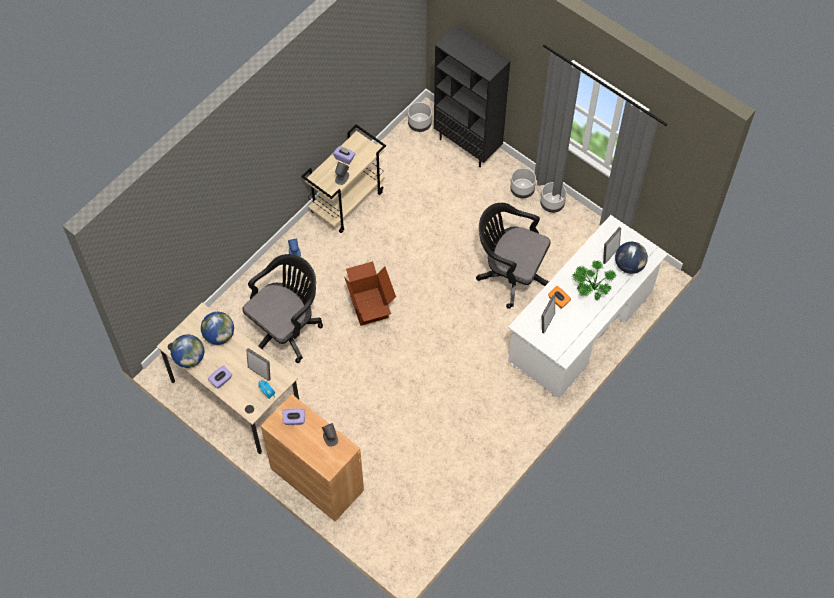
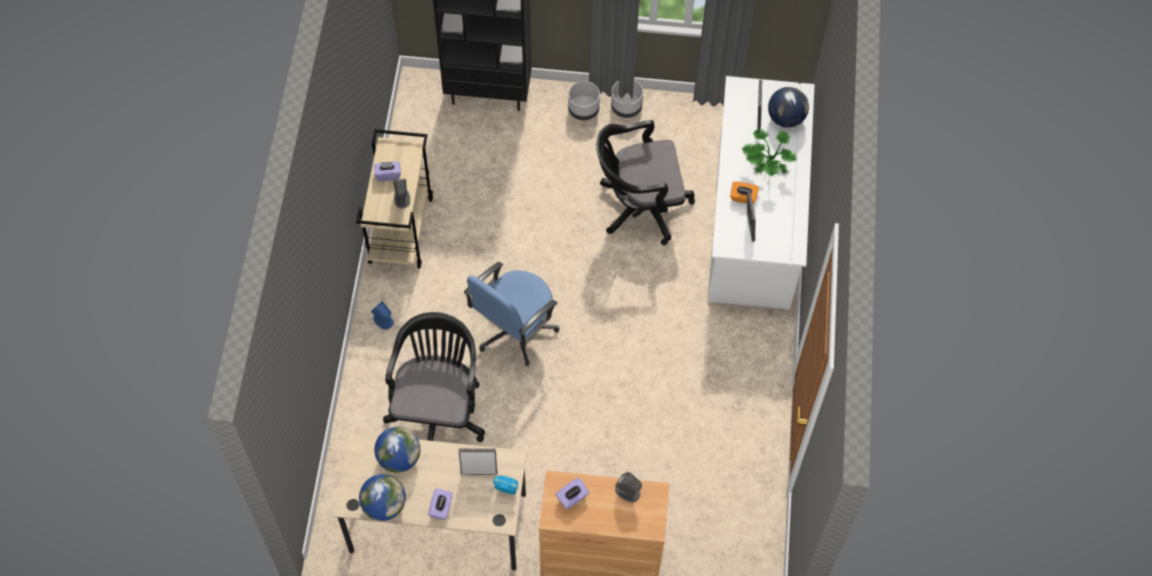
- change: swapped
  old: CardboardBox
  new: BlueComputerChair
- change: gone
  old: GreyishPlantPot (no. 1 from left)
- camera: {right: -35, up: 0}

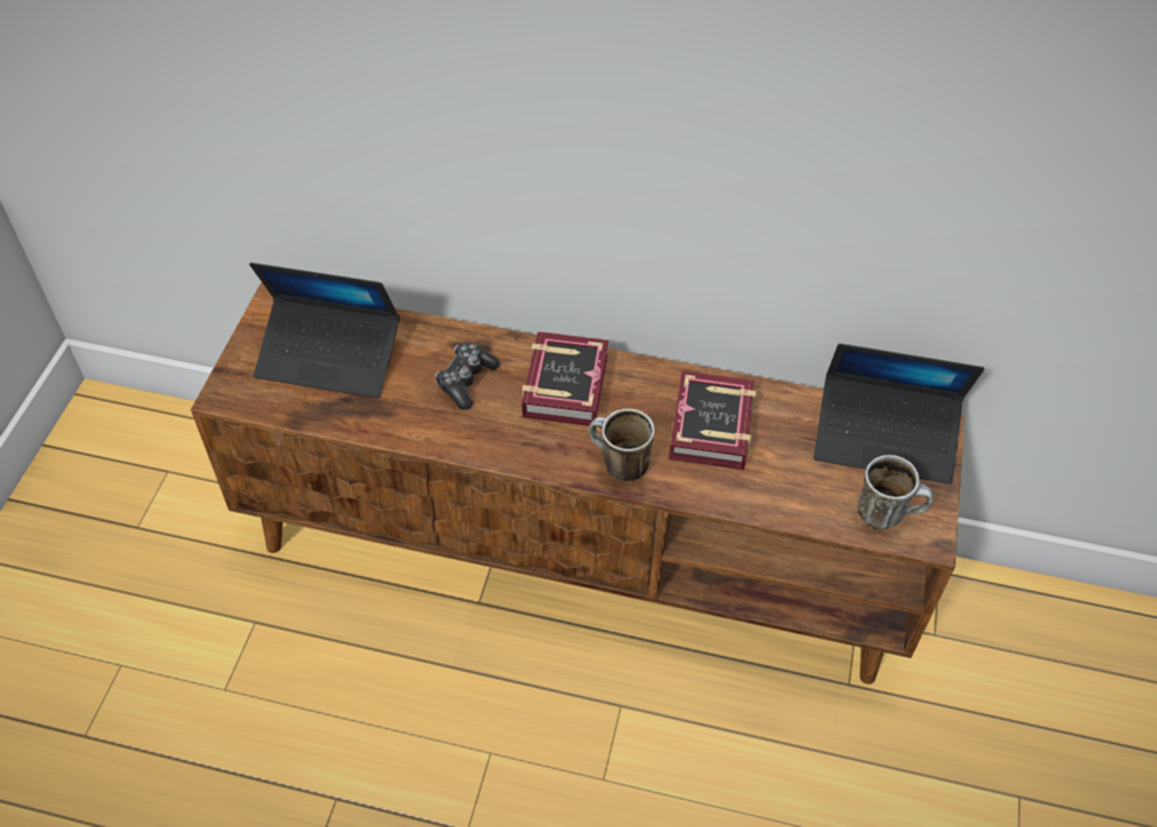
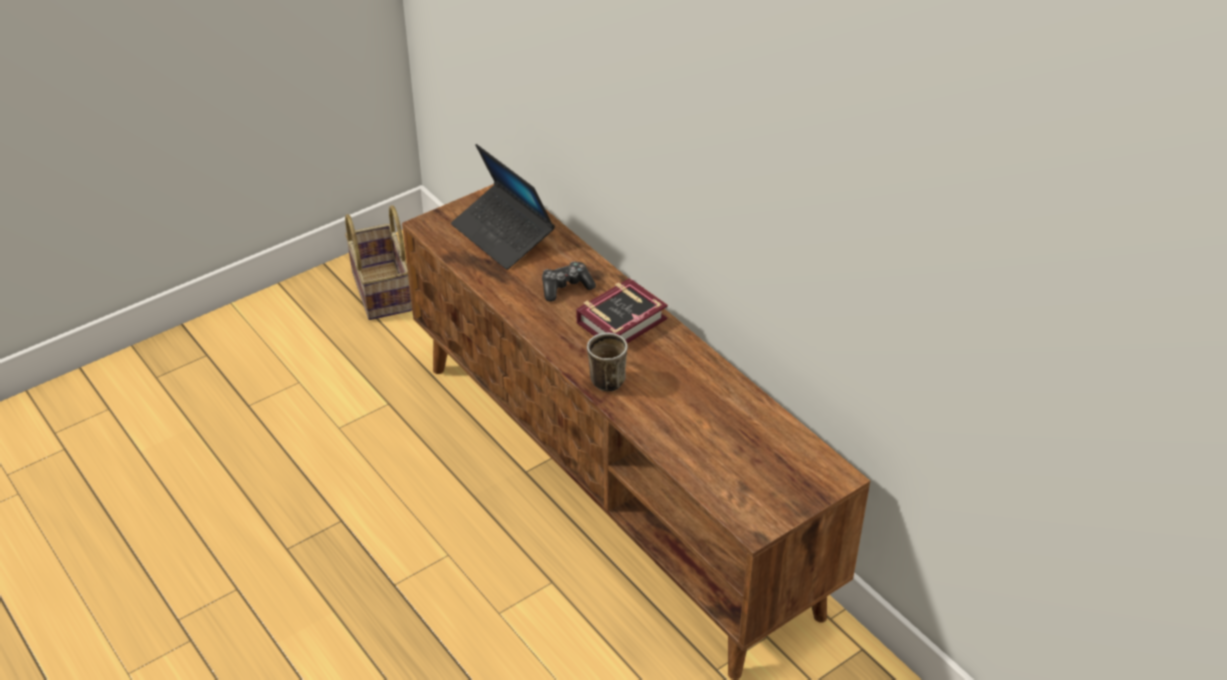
- change: new
  new: StorageBasket
- change: gone
  old: Volume (no. 2 from left)
- change: gone
  old: NotebookComputer (no. 2 from left)
- change: gone
  old: CoffeeMug (no. 2 from left)
- camera: {right: 40, up: -10}

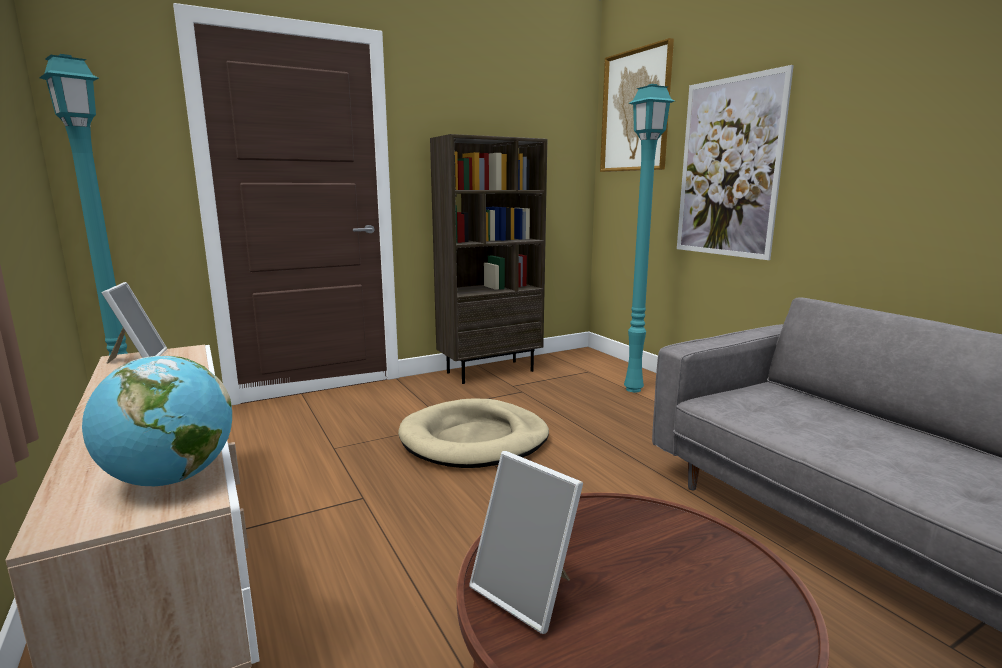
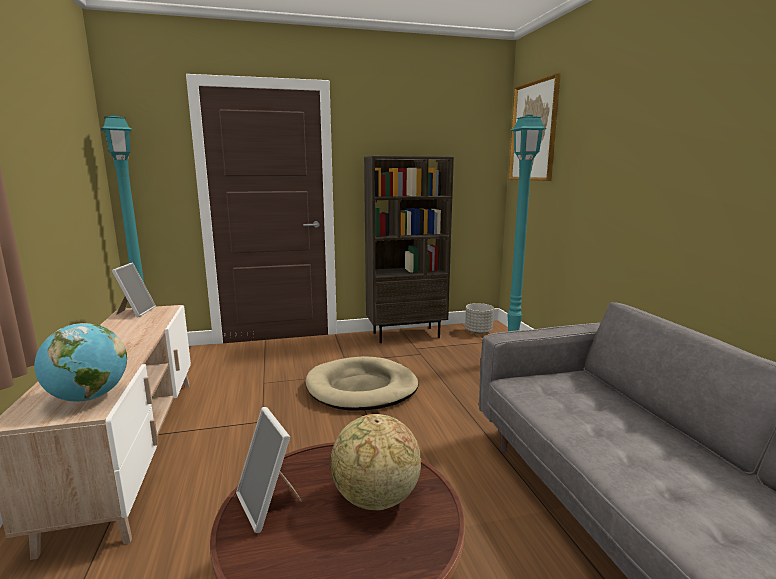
- change: new
  new: Globe (no. 2 from left)
- change: new
  new: GreyishPlantPot
- change: gone
  old: WallArt (no. 2 from left)
- camera: {right: 15, up: 0}

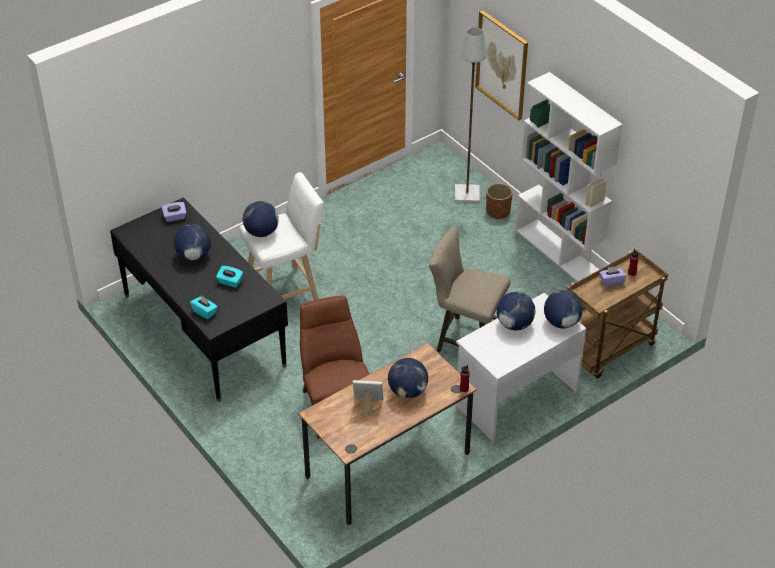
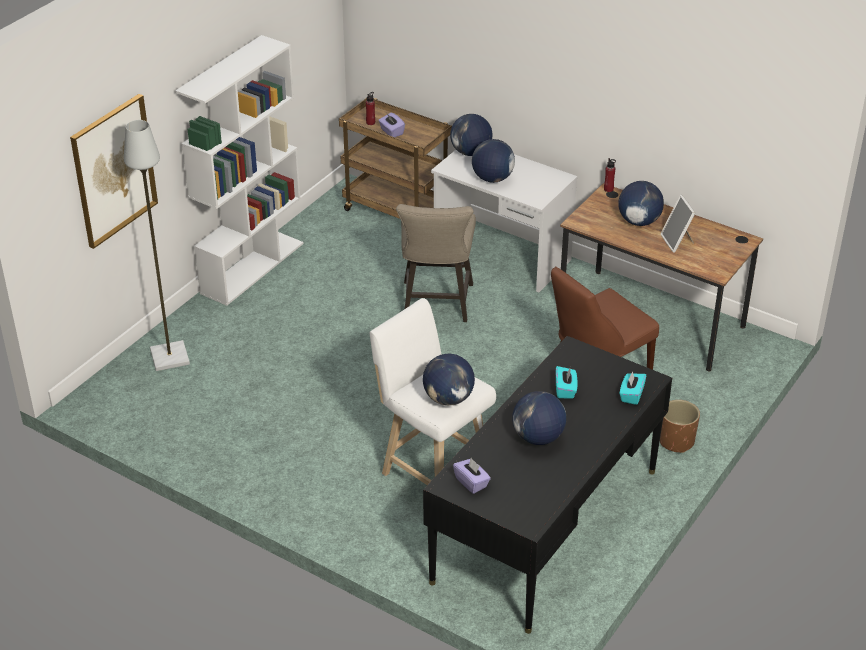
- change: shifted
  old: BrownColouredPlantPot
- camera: {right: -110, up: -5}

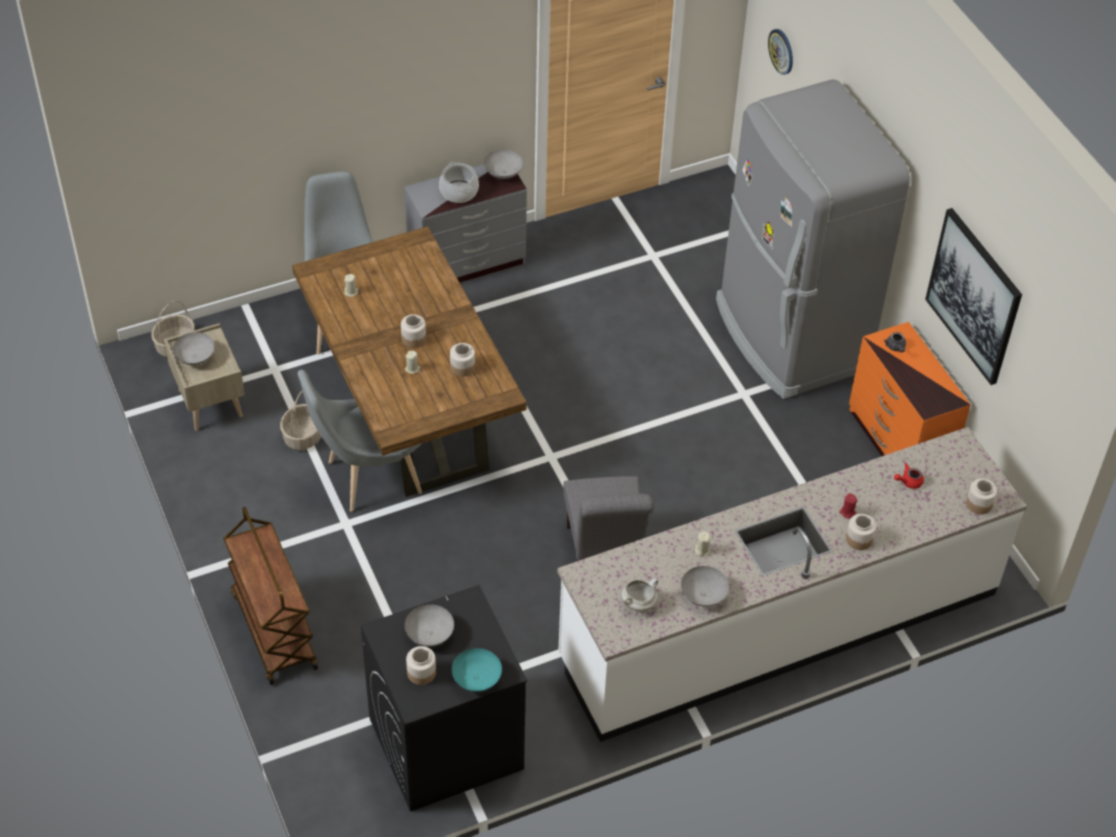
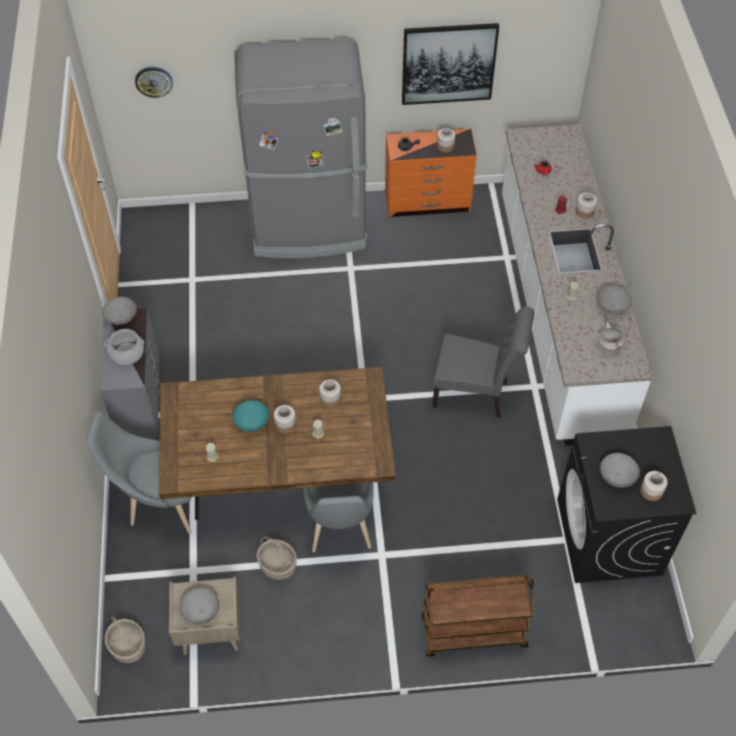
- change: shifted
  old: TurquoiseColouredBowl
- change: shifted
  old: PreserveJar (no. 5 from left in the first image)
  new: PreserveJar (no. 3 from left)
- camera: {right: -70, up: 5}

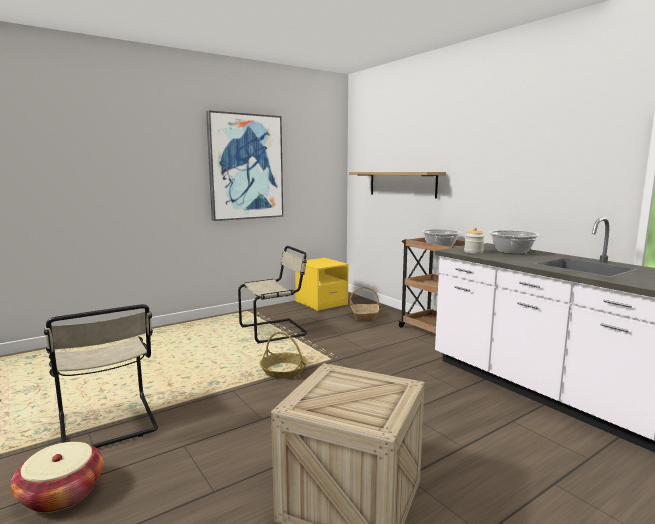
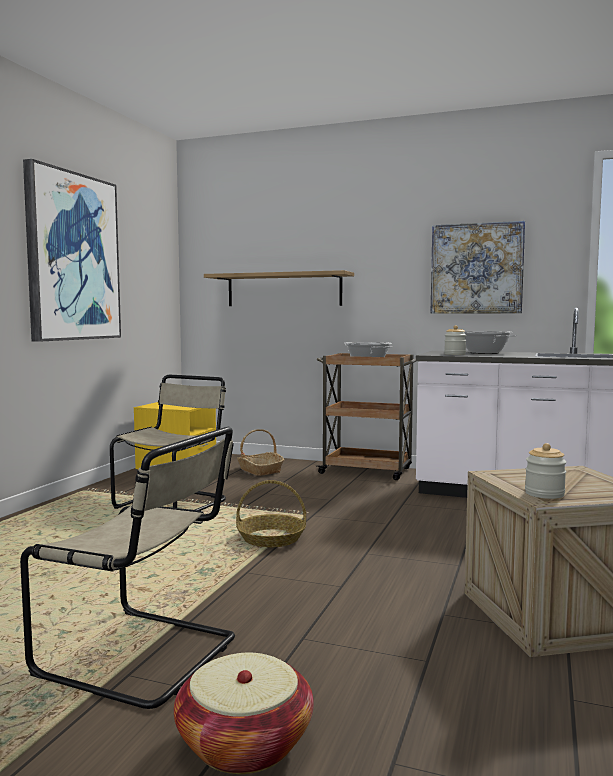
- change: new
  new: WallArt (no. 2 from left)
- change: new
  new: PreserveJar (no. 2 from left)
- camera: {right: -35, up: -5}

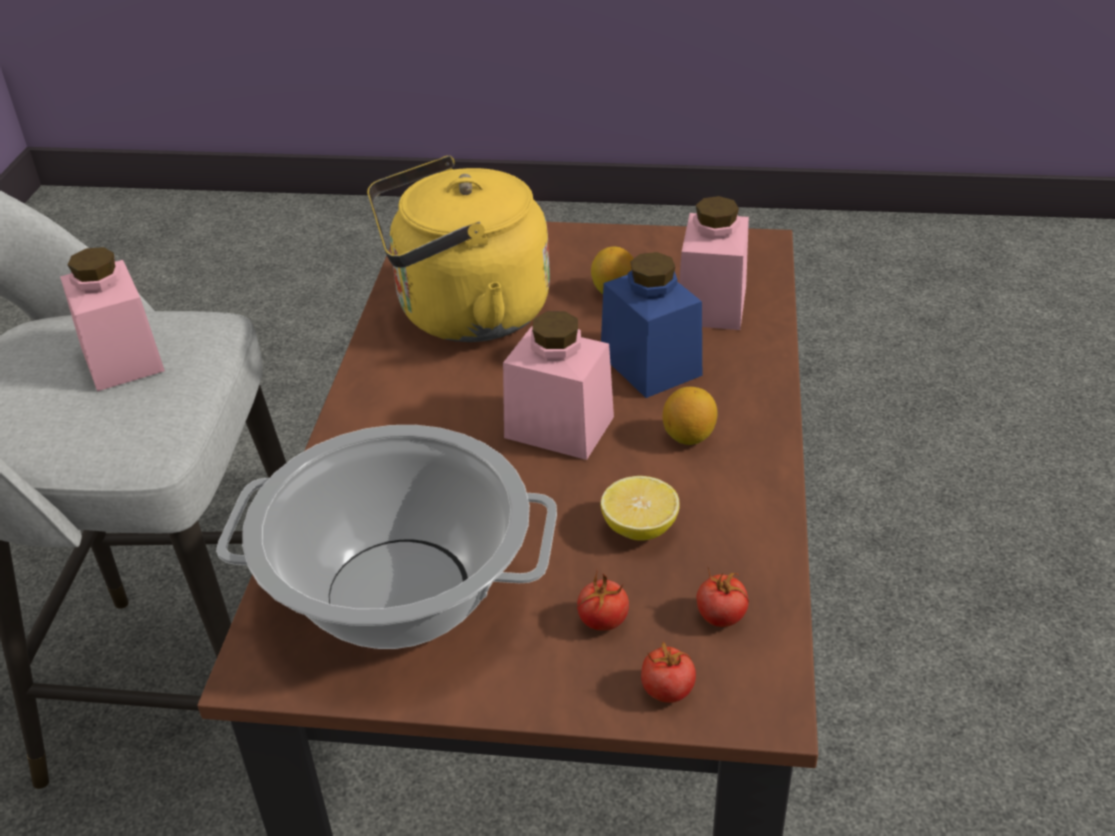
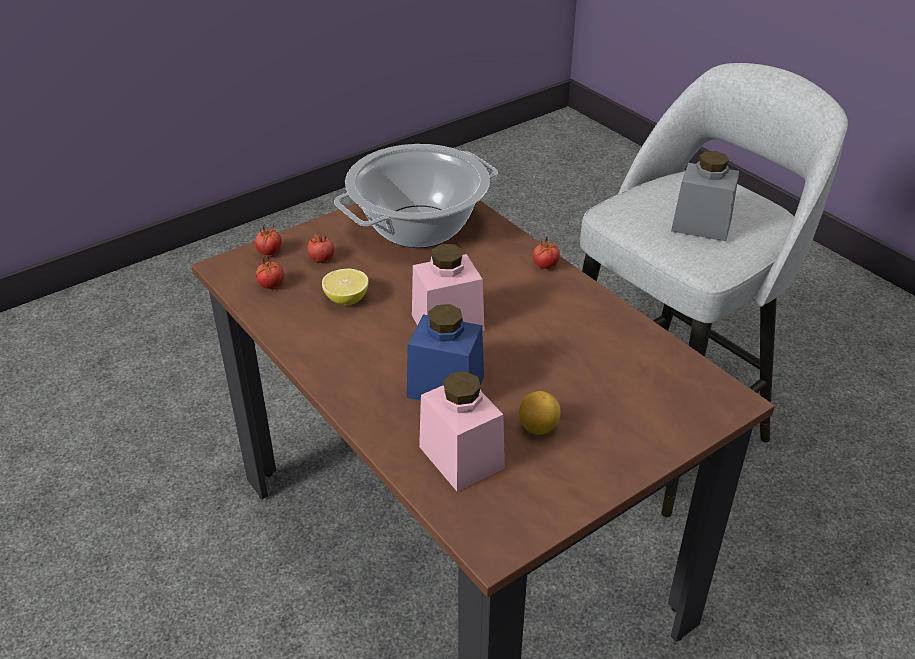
- change: new
  new: Tomato (no. 4 from left)
- change: repainted
  old: PinkPreserveJar (no. 1 from left)
  new: GreyishPreserveJar
- change: gone
  old: YellowColouredKettle
- change: gone
  old: CitrusFruit (no. 3 from left)
- camera: {right: 135, up: 0}

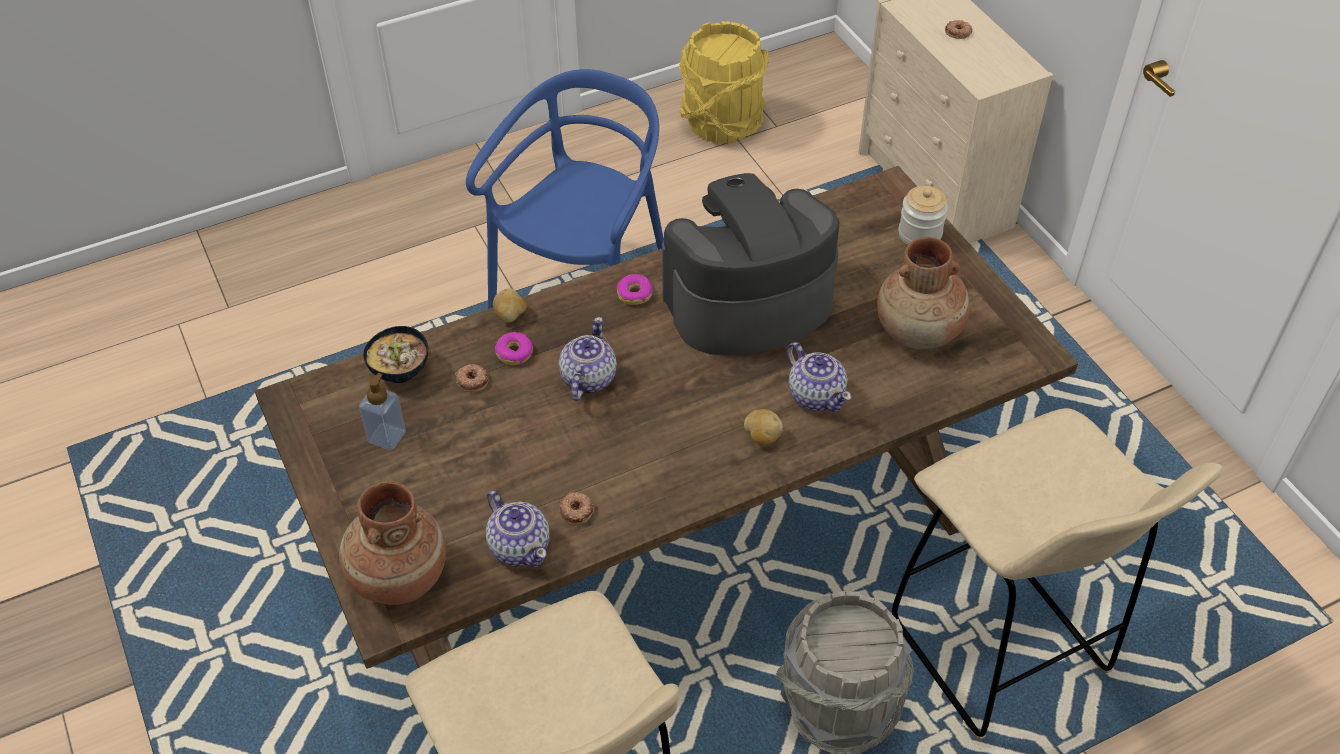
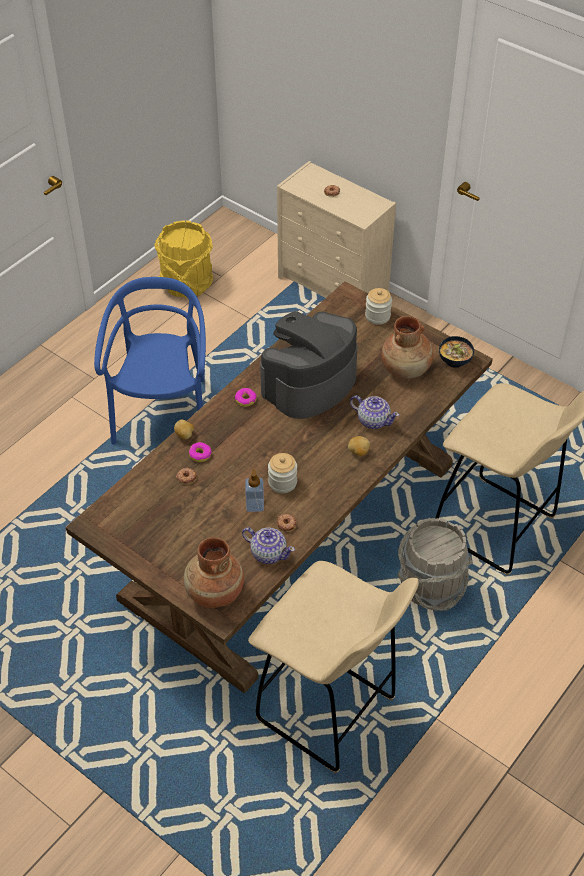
- change: shifted
  old: SoapBottle
- change: new
  new: PreserveJar (no. 1 from left)
- change: shifted
  old: Bowl
- change: gone
  old: TeaPot (no. 2 from left)
- camera: {right: -25, up: 0}

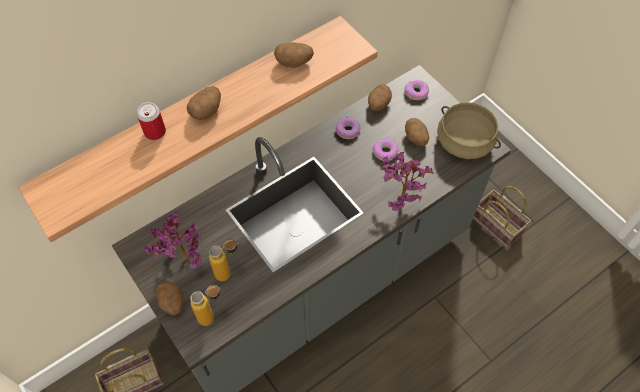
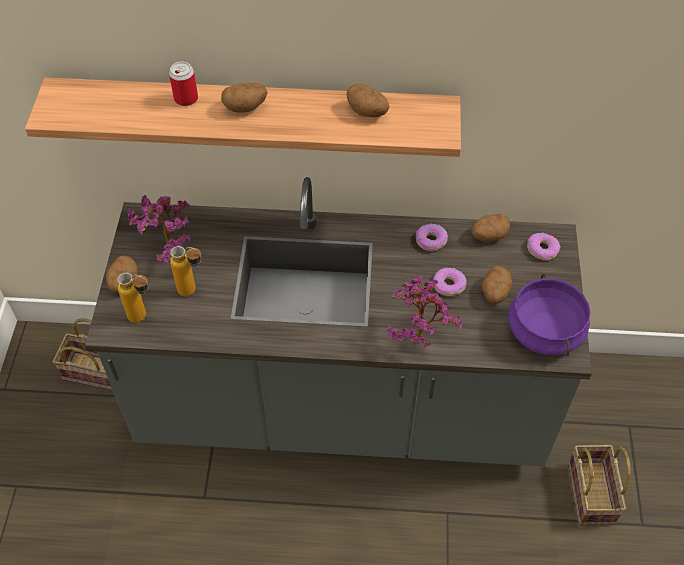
- change: repainted
  old: BeigeColouredStockpot
  new: PurplishStockpot
- camera: {right: 40, up: -5}

